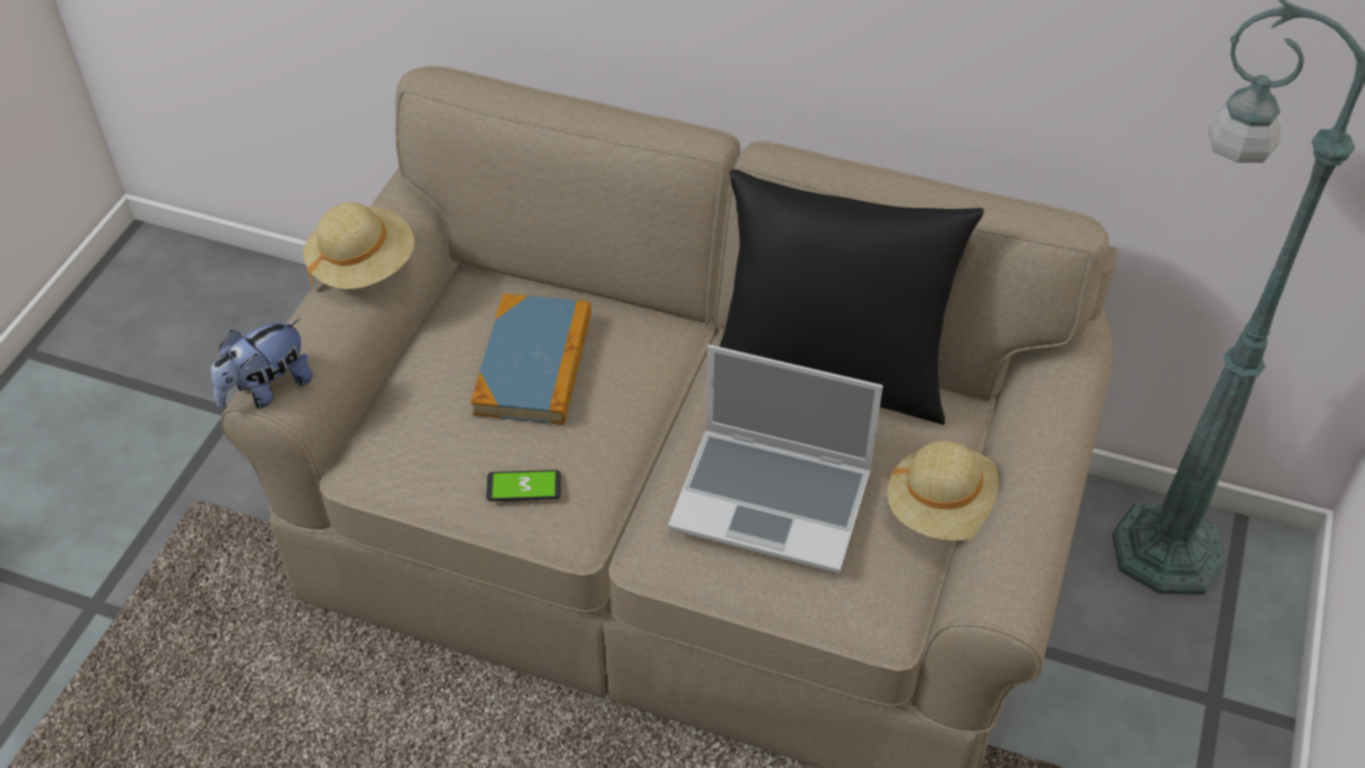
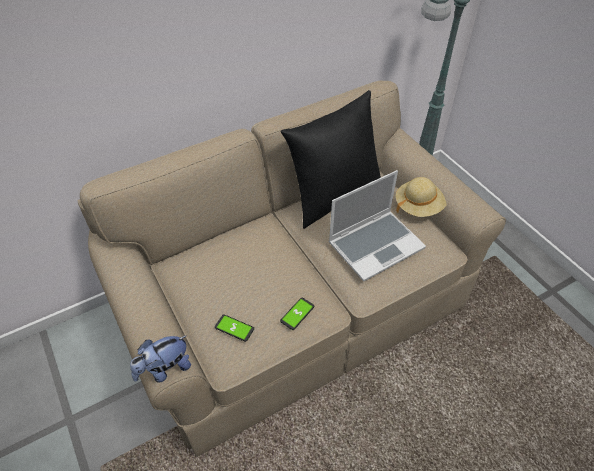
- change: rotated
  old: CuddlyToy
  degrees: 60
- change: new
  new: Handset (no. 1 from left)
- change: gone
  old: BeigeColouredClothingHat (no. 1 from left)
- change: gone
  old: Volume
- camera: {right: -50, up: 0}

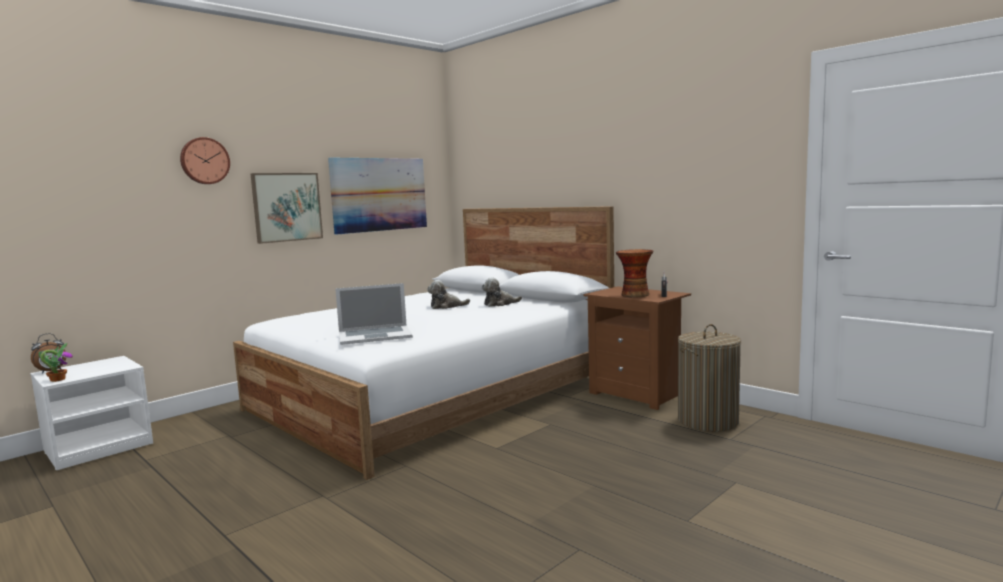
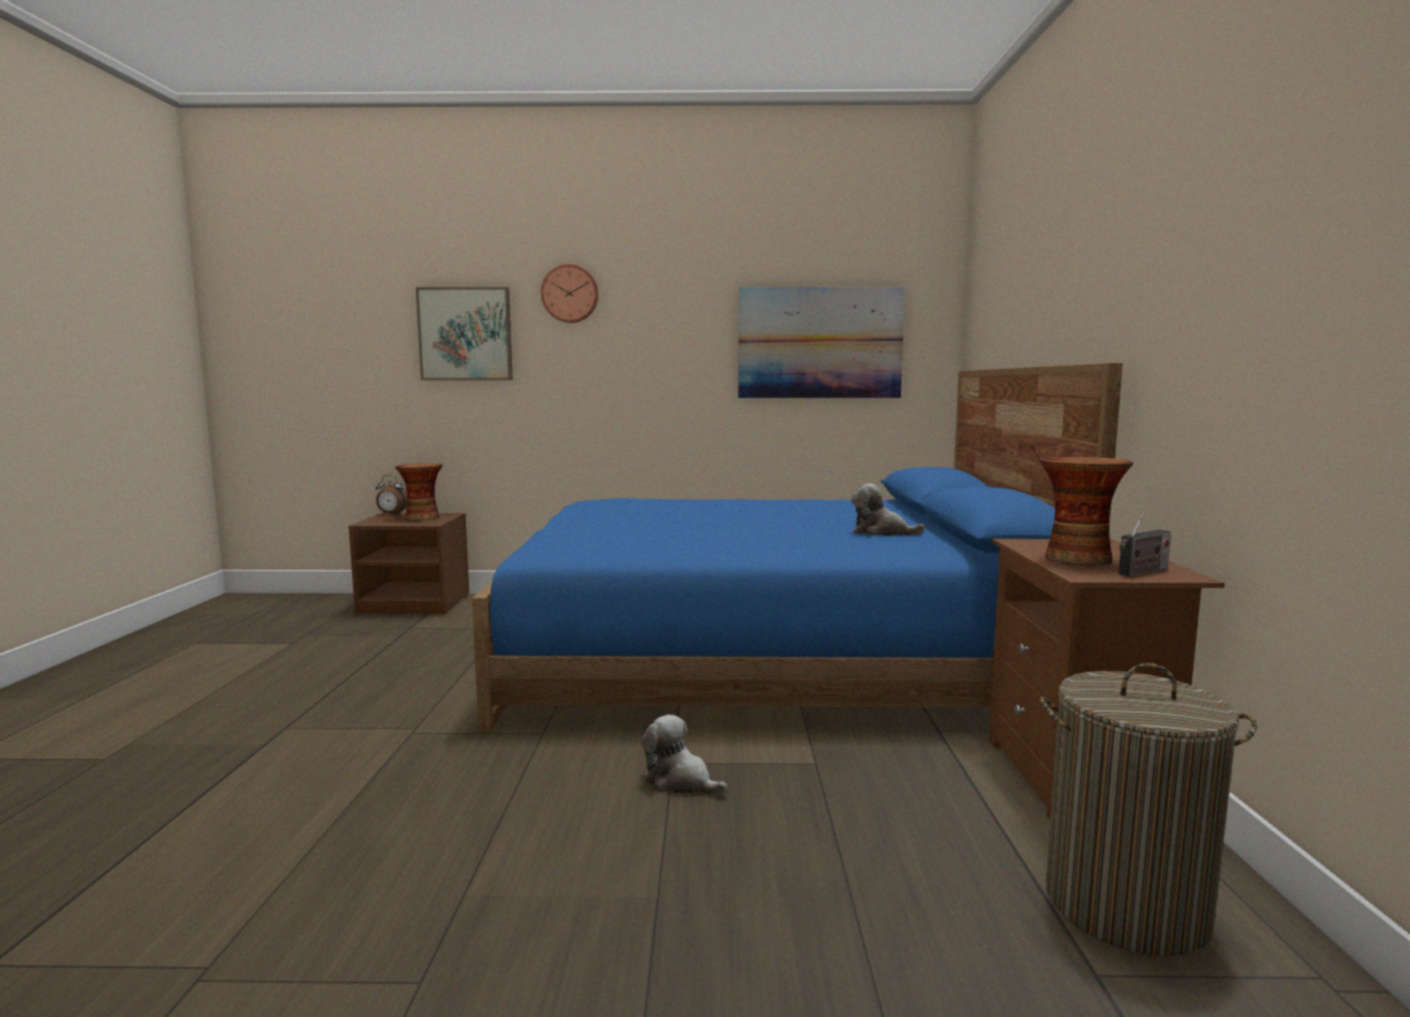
- change: repainted
  old: WhiteNightTable
  new: BrownColouredNightTable (no. 1 from left)
- change: new
  new: Vase (no. 1 from left)
- change: shifted
  old: WallArt (no. 1 from left)
- change: repainted
  old: WhiteBed
  new: BlueBed
- change: shifted
  old: CuddlyToy (no. 1 from left)
- change: gone
  old: PottedPlant
- change: gone
  old: NotebookComputer
- camera: {right: 45, up: 0}

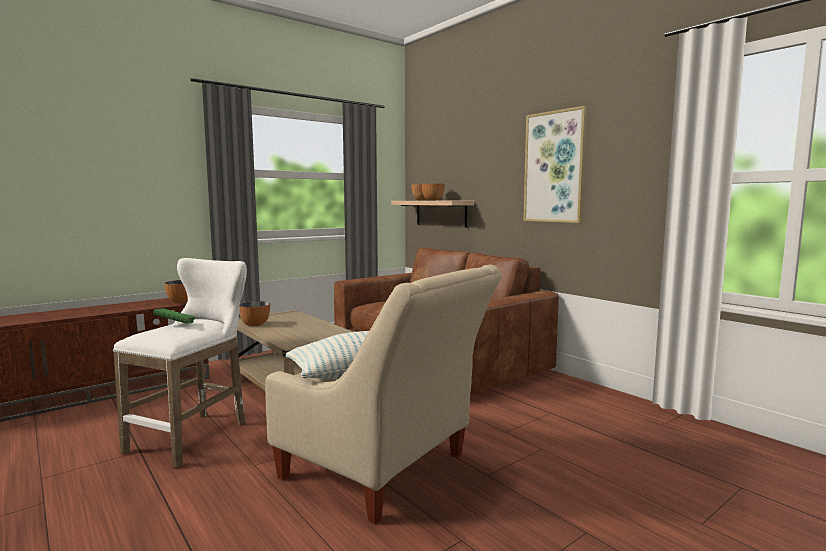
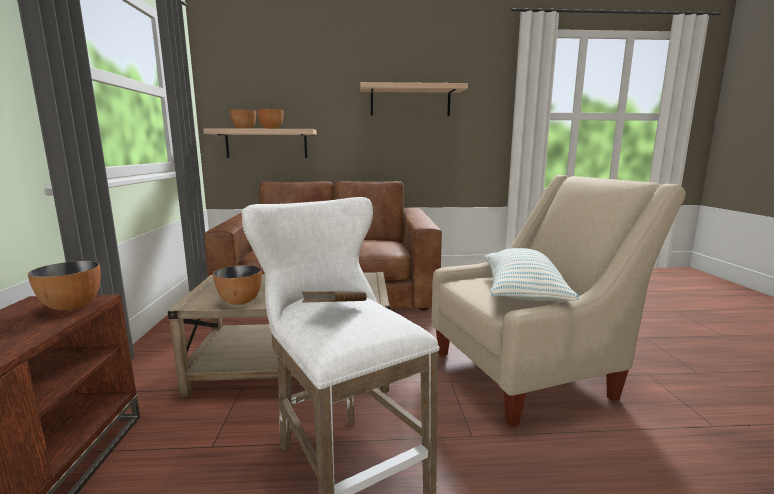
- change: repainted
  old: GreenishVolume
  new: BrownColouredVolume
- change: swapped
  old: WallArt
  new: Shelf (no. 2 from left)
- camera: {right: -55, up: 5}

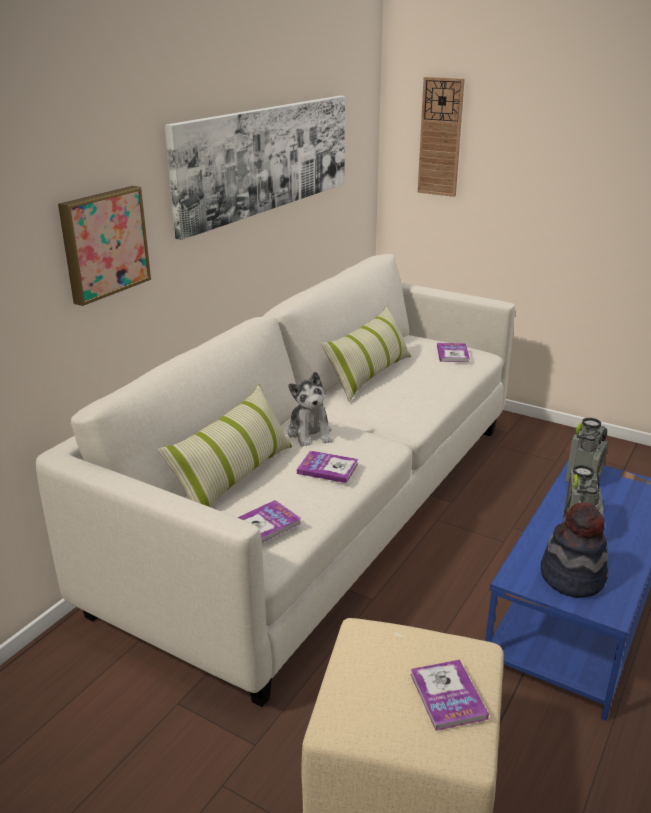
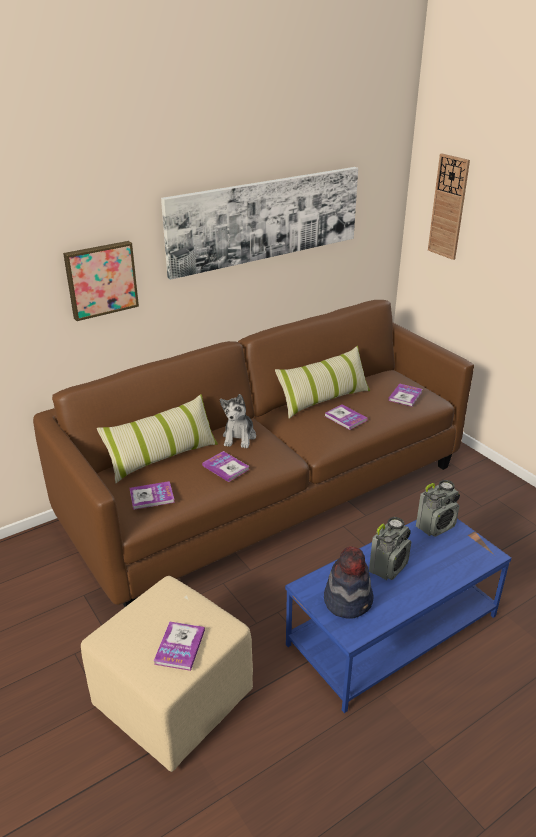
- change: repainted
  old: WhiteSofa
  new: BrownColouredSofa
- change: new
  new: Volume (no. 4 from left)
- camera: {right: 25, up: 5}

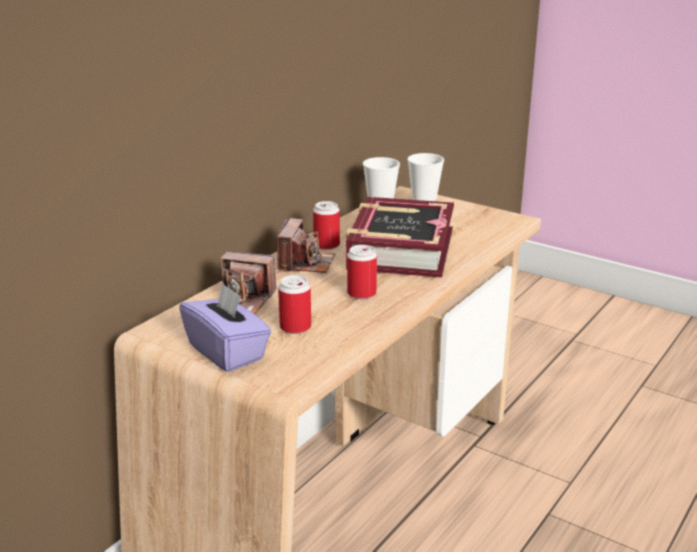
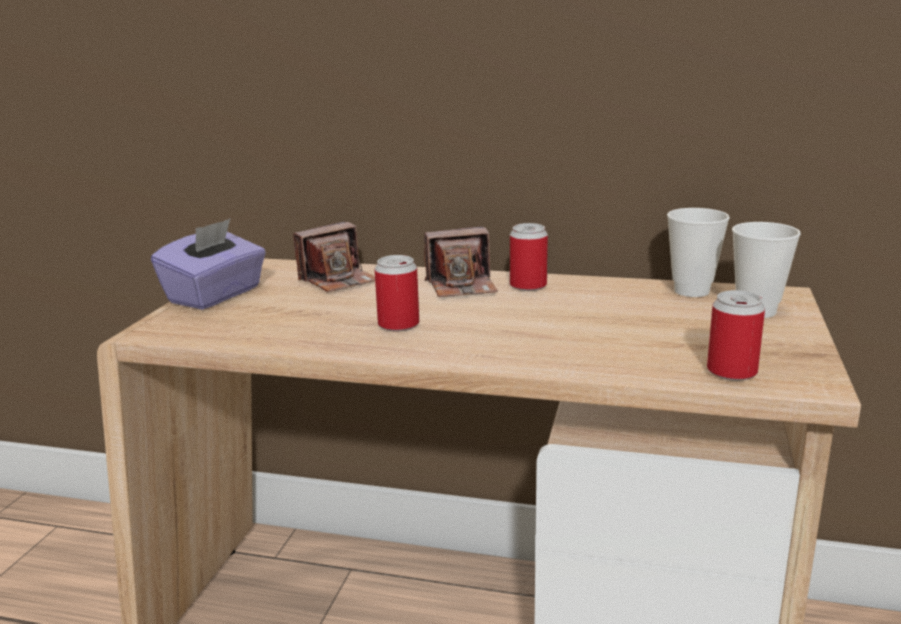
- change: rotated
  old: PhotoCamera (no. 1 from left)
  degrees: -120
- change: shifted
  old: Can (no. 1 from left in the first image)
  new: Can (no. 3 from left)
- change: gone
  old: Volume
- camera: {right: 70, up: -5}

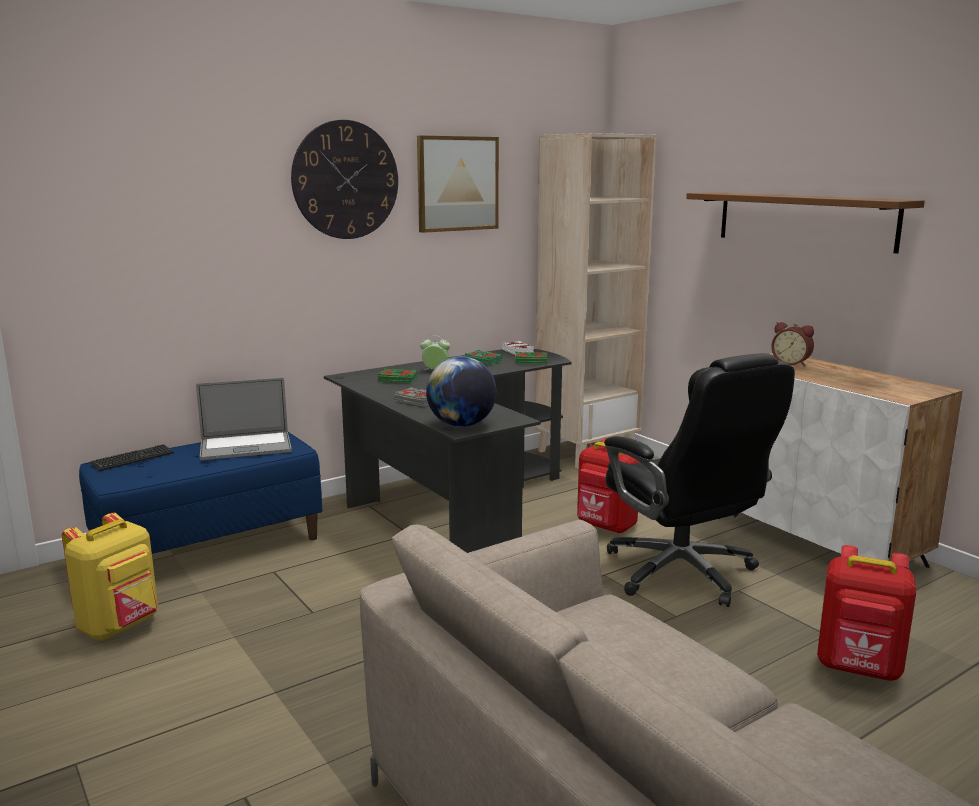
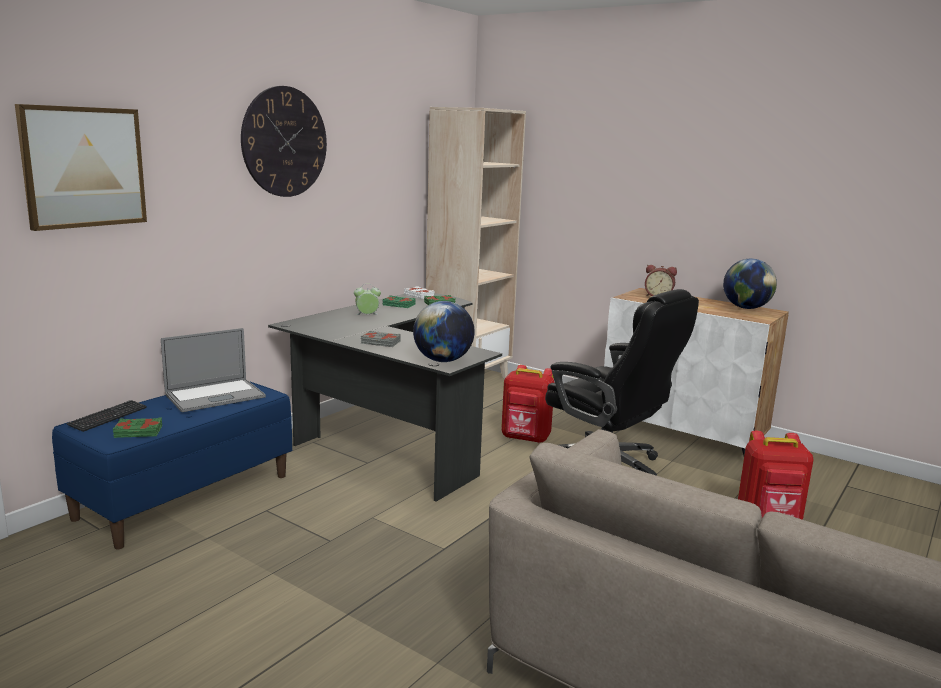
- change: shifted
  old: WallArt
- change: shifted
  old: GreenishVolume (no. 1 from left)
- change: new
  new: Globe (no. 2 from left)
- change: gone
  old: YellowColouredBackpack
- change: gone
  old: BrownColouredShelf
- camera: {right: -20, up: 0}

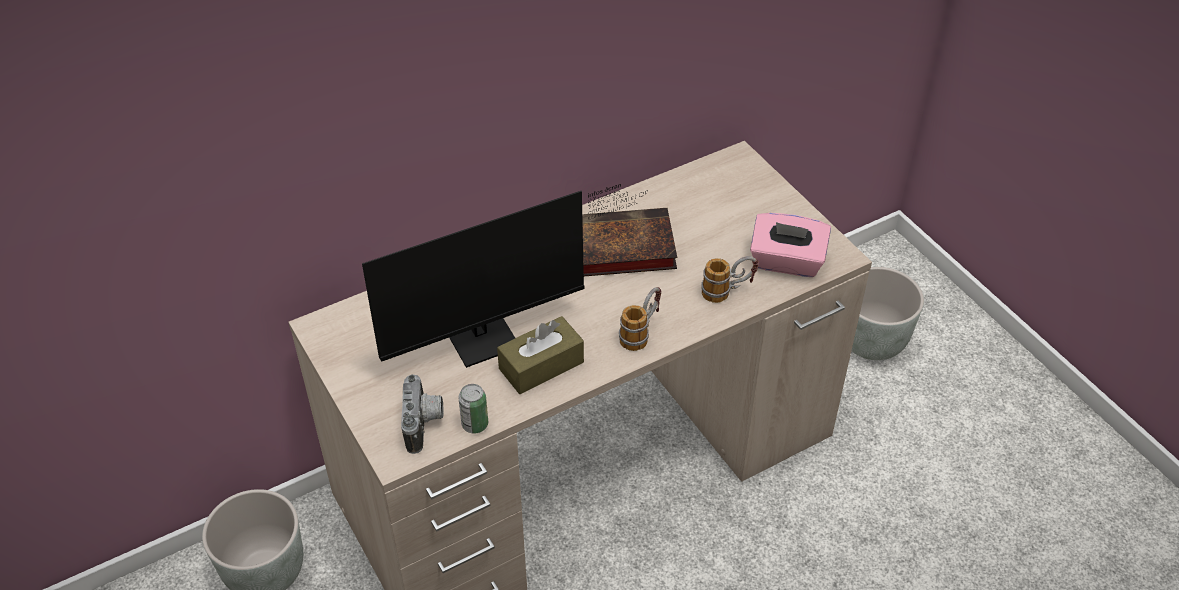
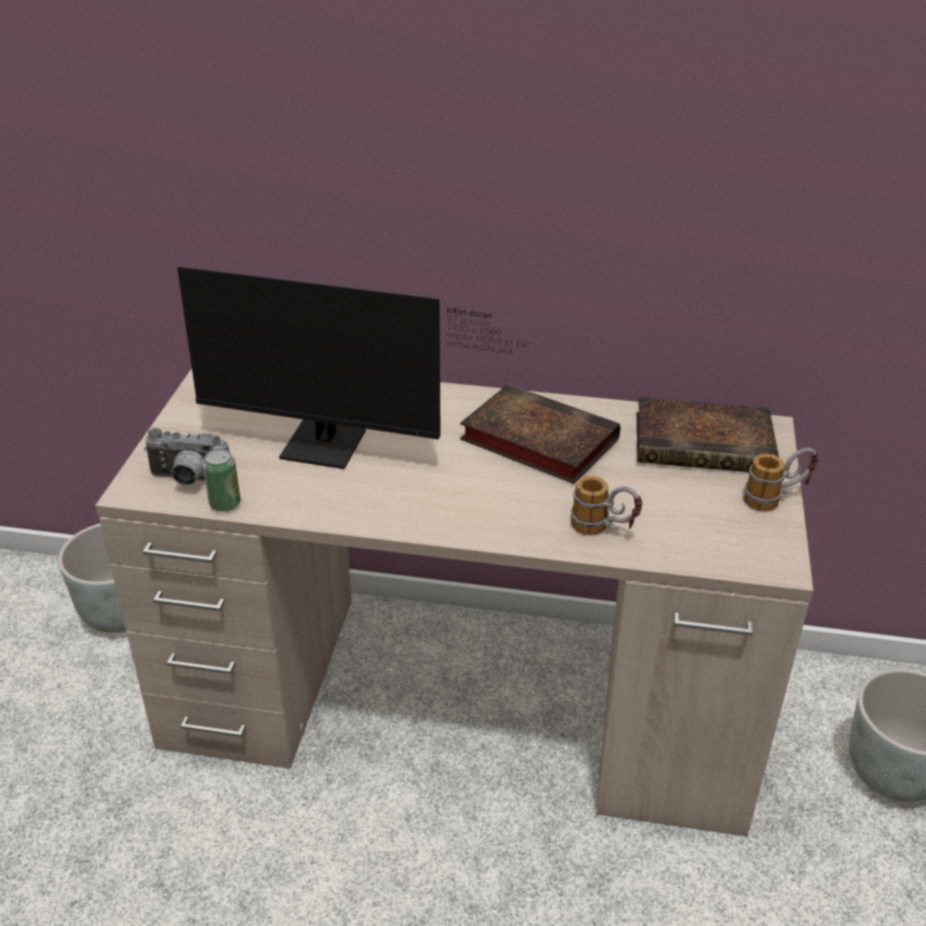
- change: rotated
  old: PhotoCamera
  degrees: 60
- change: new
  new: Volume (no. 2 from left)
- change: shifted
  old: CoffeeMug (no. 1 from left in the first image)
  new: CoffeeMug (no. 2 from left)
- change: gone
  old: BrownColouredTissueHolder
- change: gone
  old: PinkTissueHolder
- camera: {right: 40, up: -10}

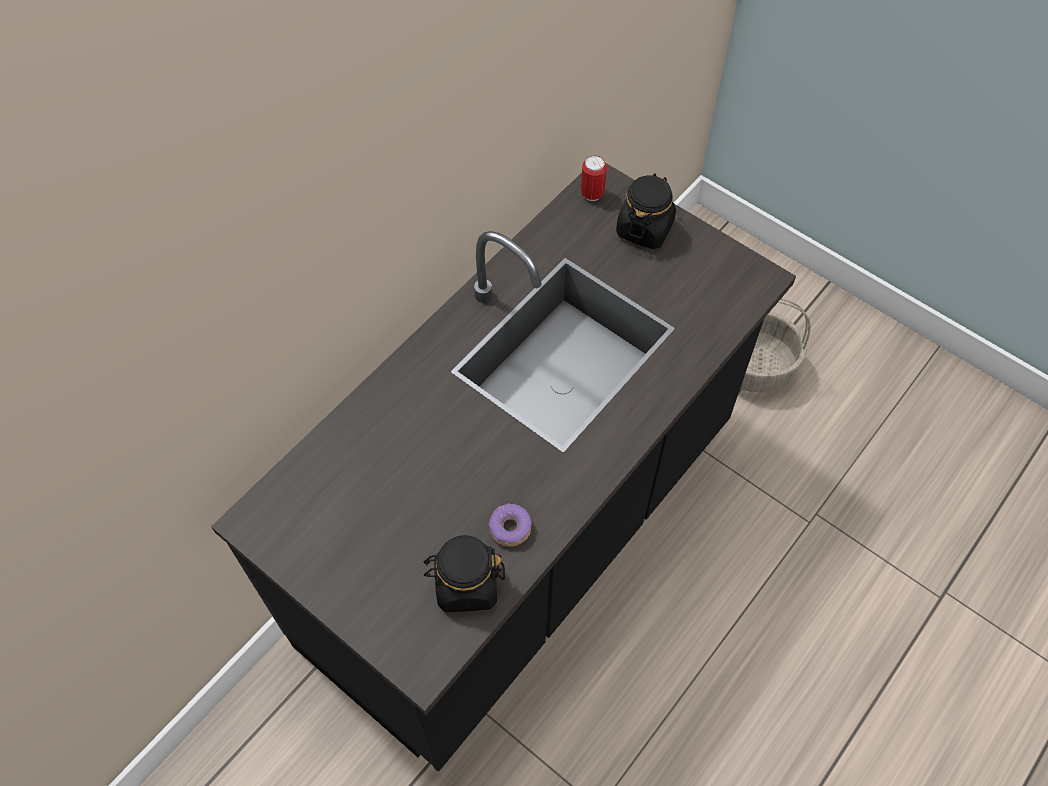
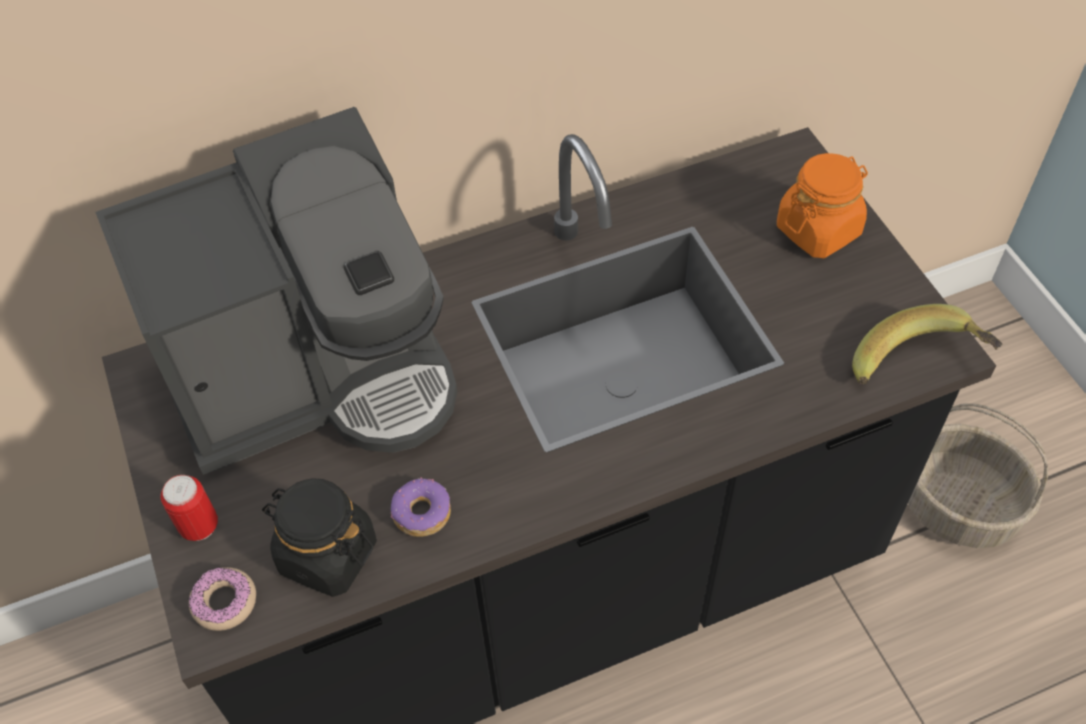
- change: new
  new: CoffeeMaker
- change: shifted
  old: Can
- change: new
  new: Donut (no. 1 from left)
- change: repainted
  old: BlackishPreserveJar (no. 2 from left)
  new: OrangePreserveJar
- change: new
  new: WholeBanana
- camera: {right: 30, up: -5}

